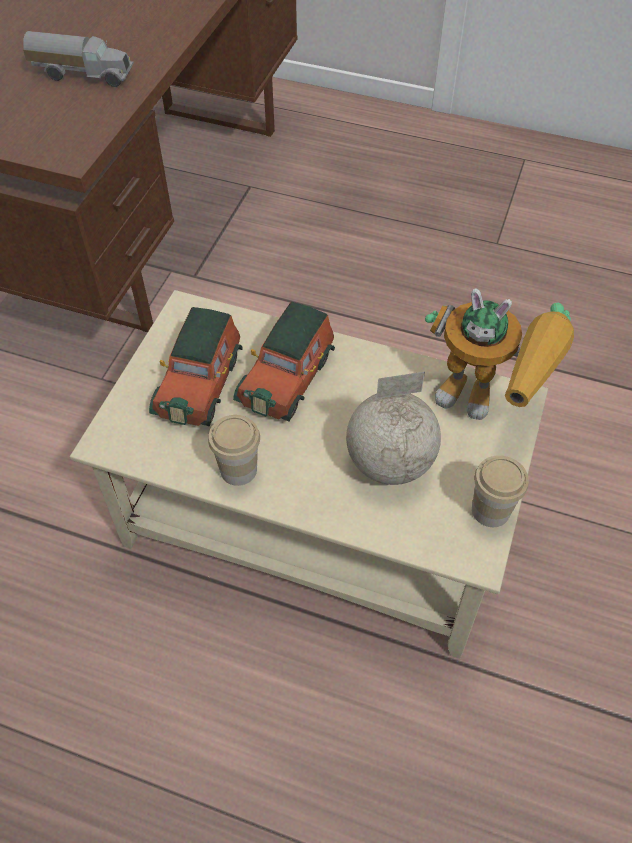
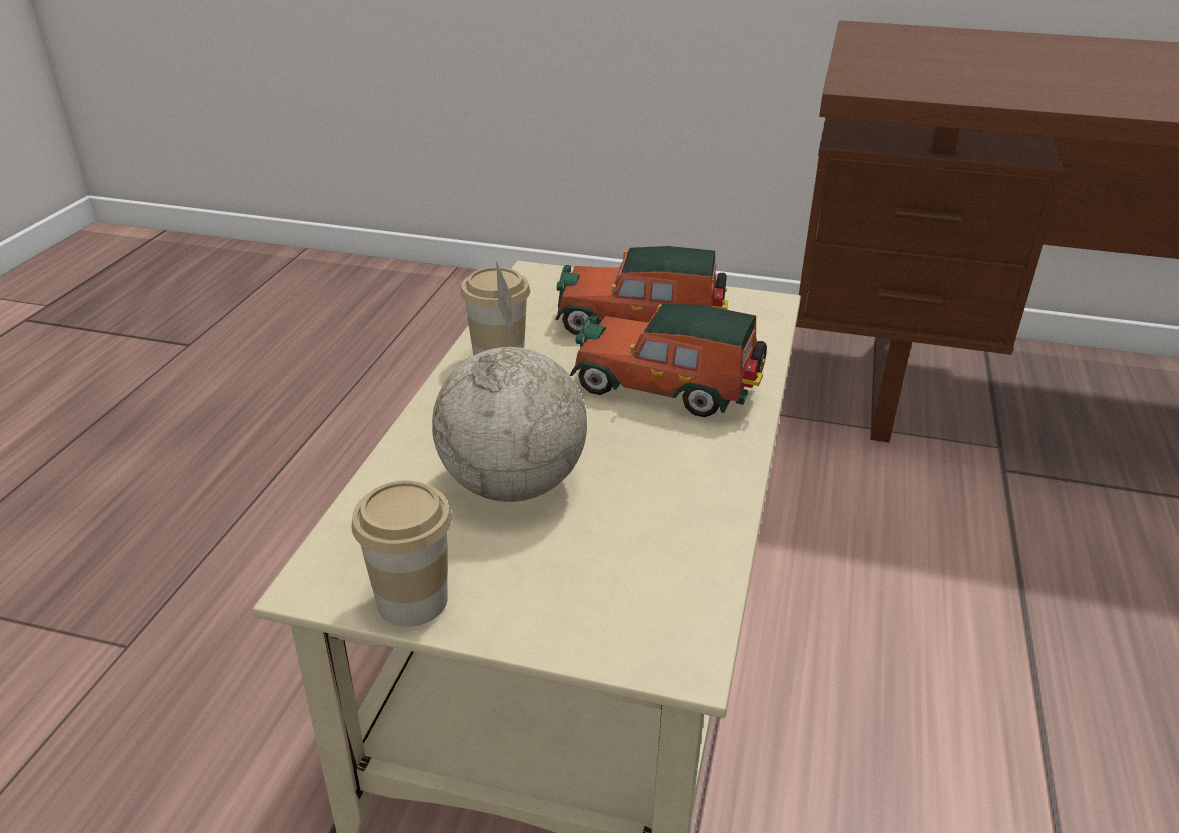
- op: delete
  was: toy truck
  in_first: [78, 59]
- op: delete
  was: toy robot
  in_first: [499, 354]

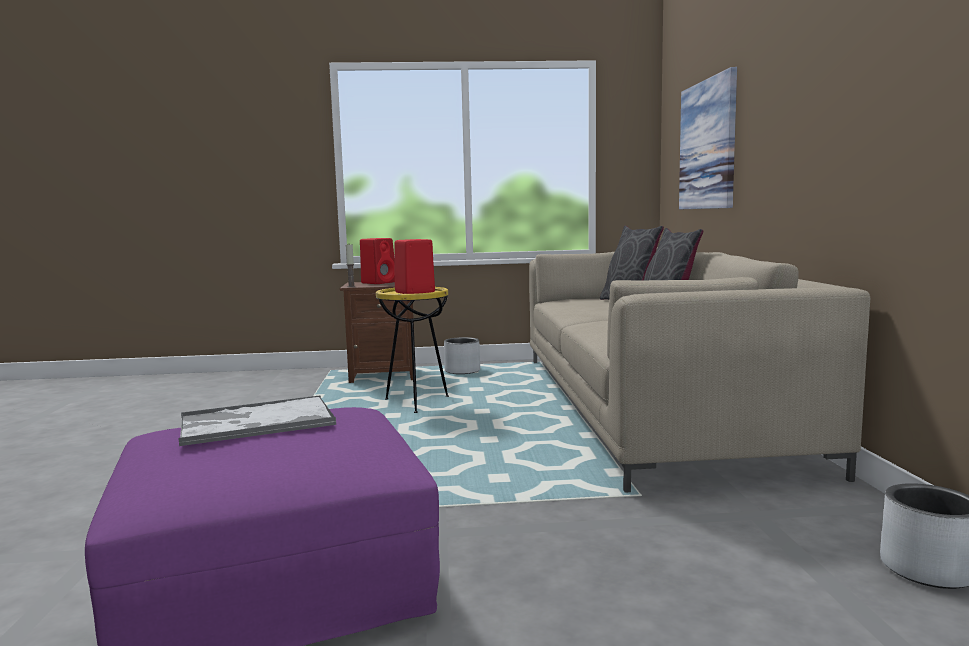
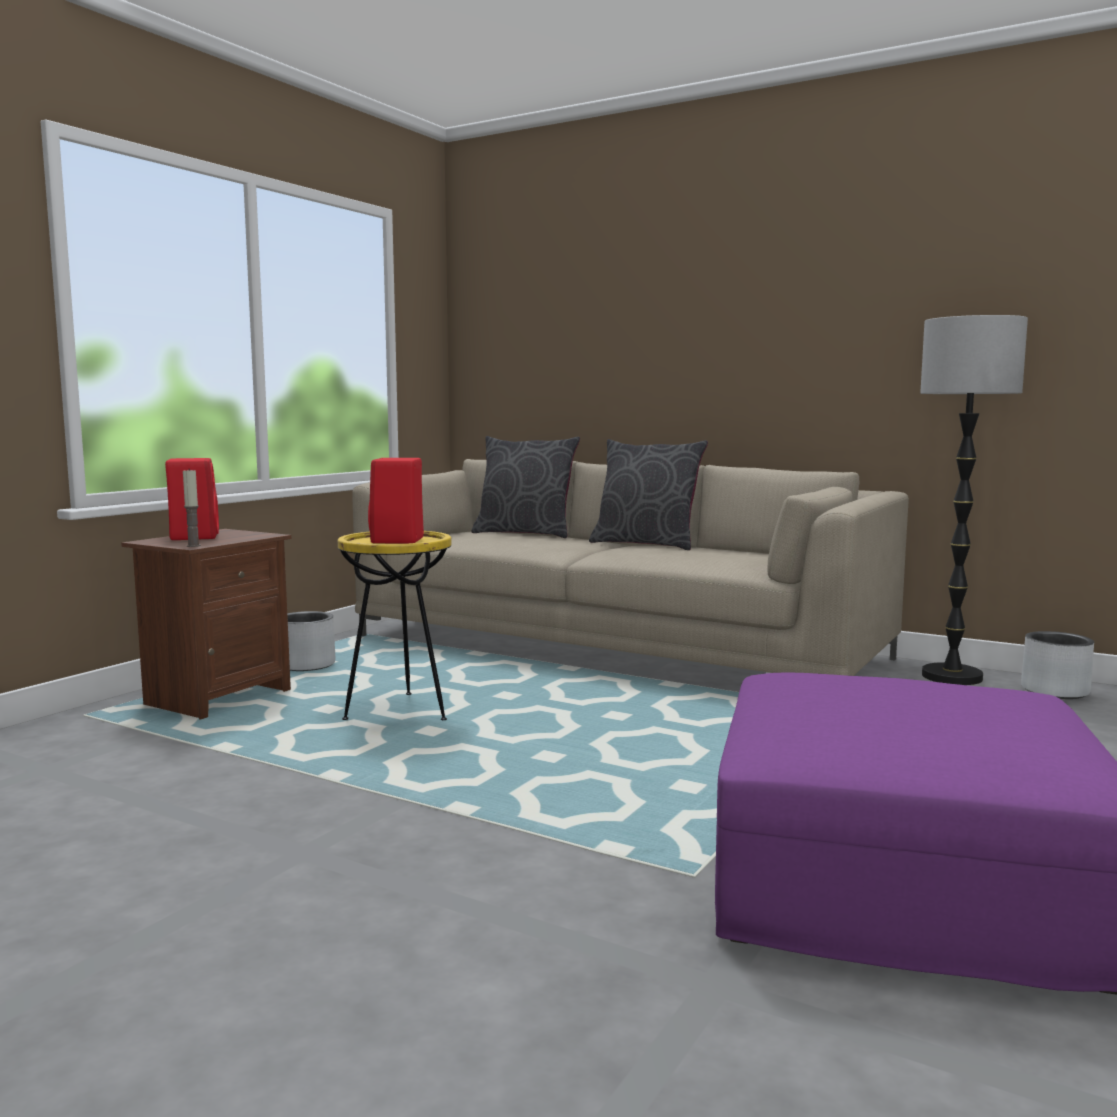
- op: insert
  now: floor lamp
  in_second: [974, 500]
- op: delete
  was: tray
  in_first: [257, 420]
- op: delete
  was: picture
  in_first: [708, 138]

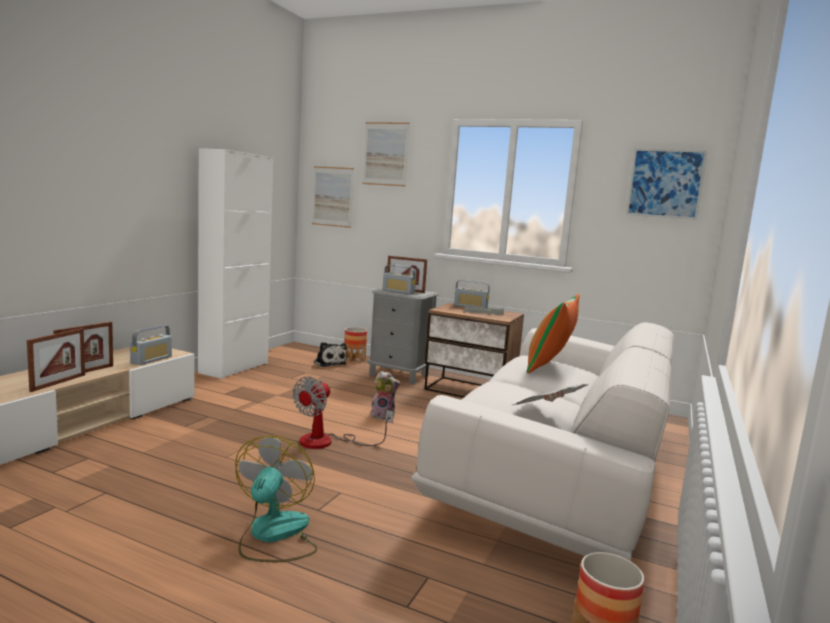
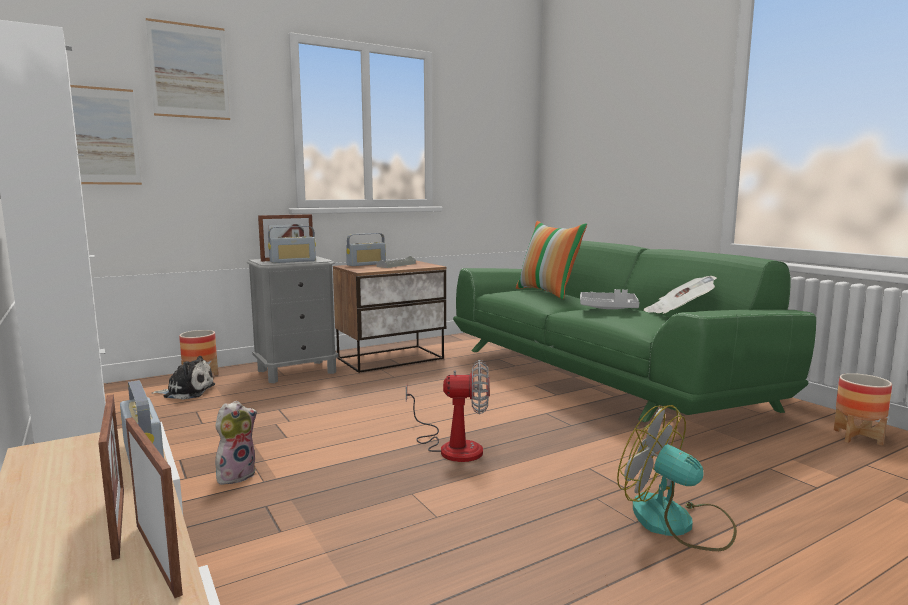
- op: move
  was: plush toy
  in_first: [385, 395]
  in_second: [236, 443]
- op: rotate
  was: fan
  in_first: [343, 412]
  in_second: [448, 411]
  clockwise: -60
- op: recolor
  was: sofa (white)
  now: sofa (green)
  in_first: [543, 441]
  in_second: [634, 331]
- op: insert
  now: tray (grey)
  in_second: [609, 299]
- op: delete
  was: picture
  in_first: [667, 184]

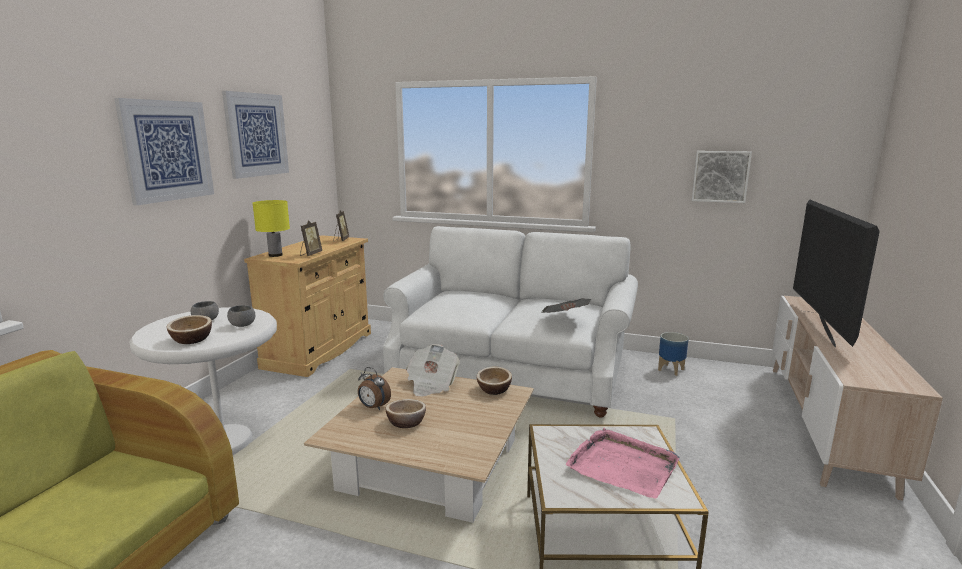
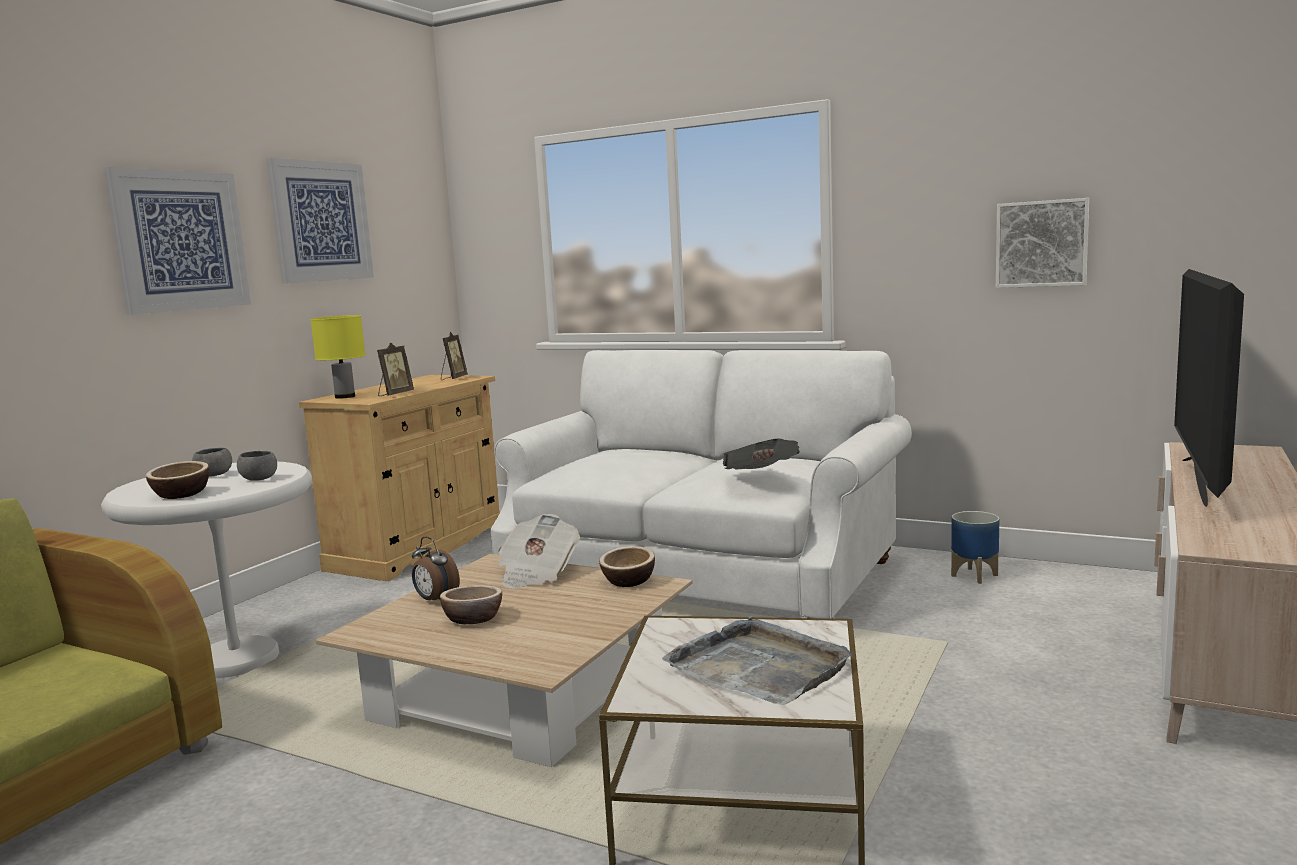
- op: recolor
  was: tray (pink)
  now: tray (grey)
  in_first: [623, 463]
  in_second: [757, 660]

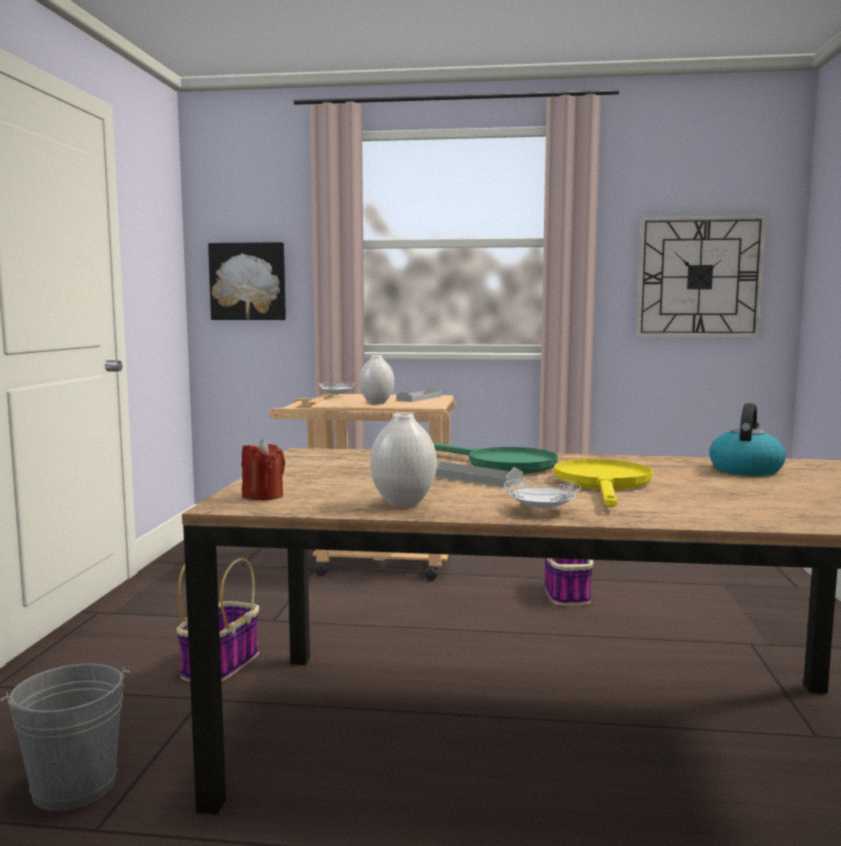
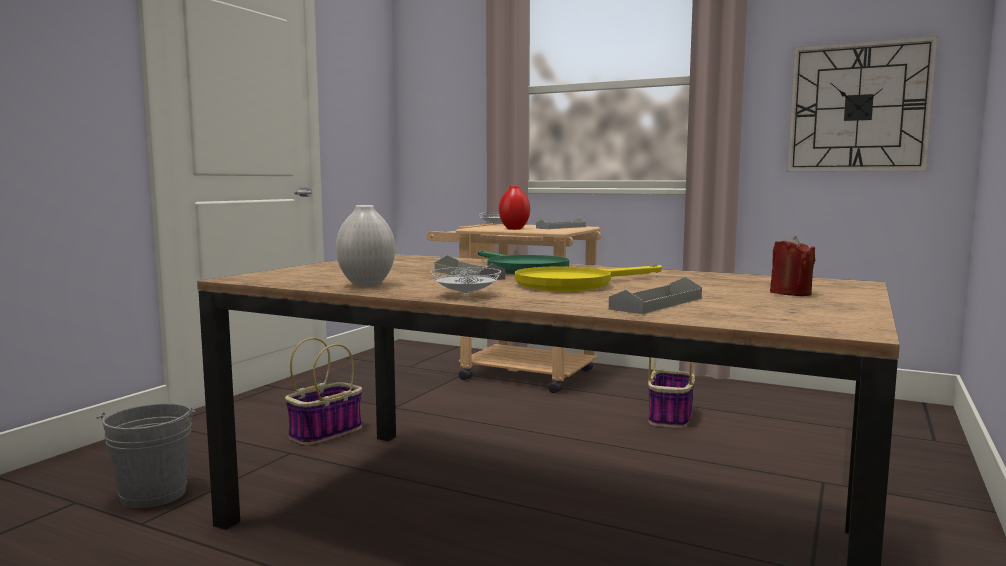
- op: recolor
  was: vase (white)
  now: vase (red)
  in_first: [376, 379]
  in_second: [514, 208]
- op: rotate
  was: frying pan (yellow)
  in_first: [603, 483]
  in_second: [588, 278]
  clockwise: -150
- op: insert
  now: tray (grey)
  in_second: [655, 295]
- op: move
  was: candle (red)
  in_first: [263, 469]
  in_second: [792, 266]
- op: delete
  was: picture
  in_first: [247, 281]
- op: delete
  was: kettle
  in_first: [748, 439]

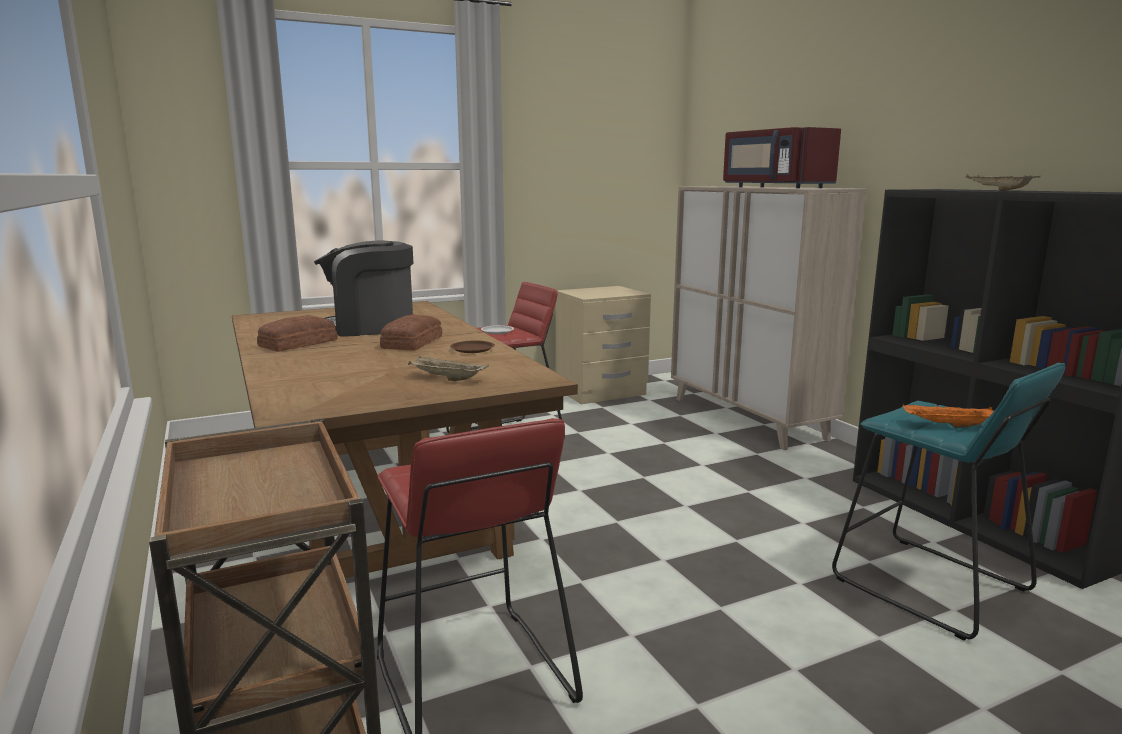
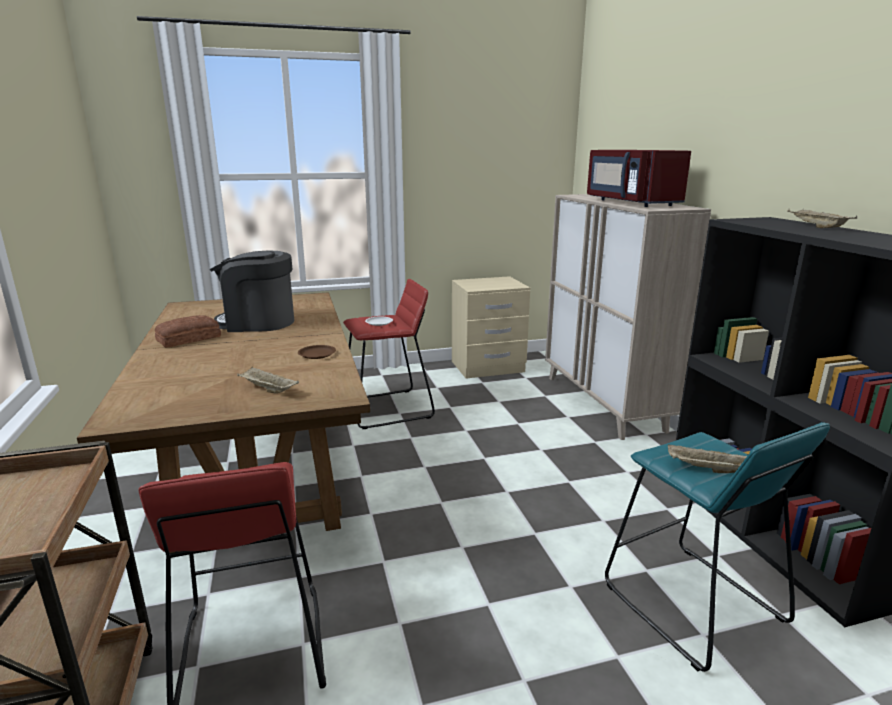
- op: recolor
  was: tray (orange)
  now: tray (beige)
  in_first: [948, 416]
  in_second: [707, 458]
- op: delete
  was: bread
  in_first: [411, 332]

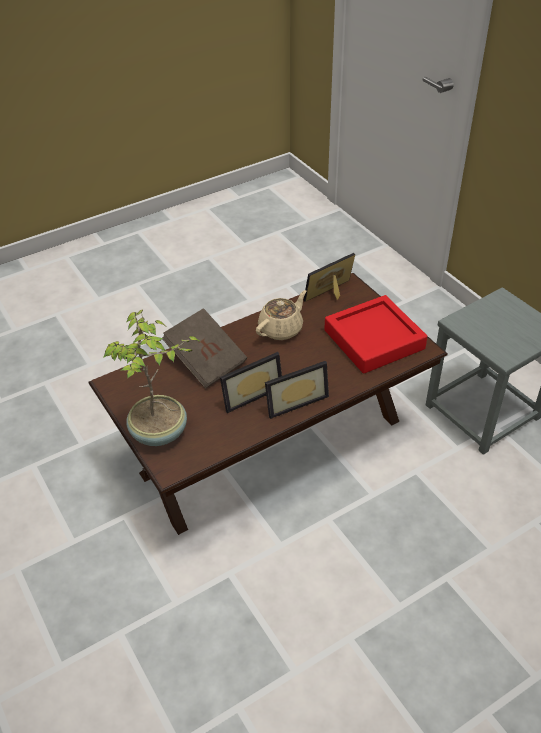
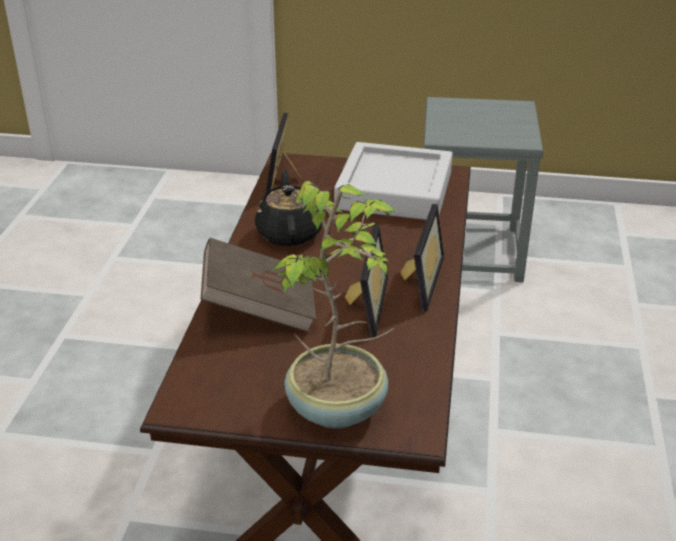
- op: recolor
  was: teapot (beige)
  now: teapot (black)
  in_first: [281, 315]
  in_second: [288, 208]
- op: recolor
  was: tray (red)
  now: tray (grey)
  in_first: [375, 334]
  in_second: [393, 181]

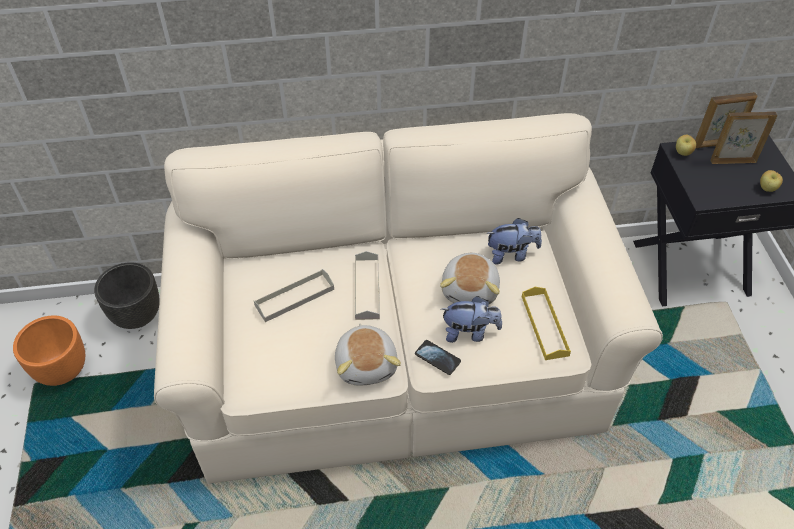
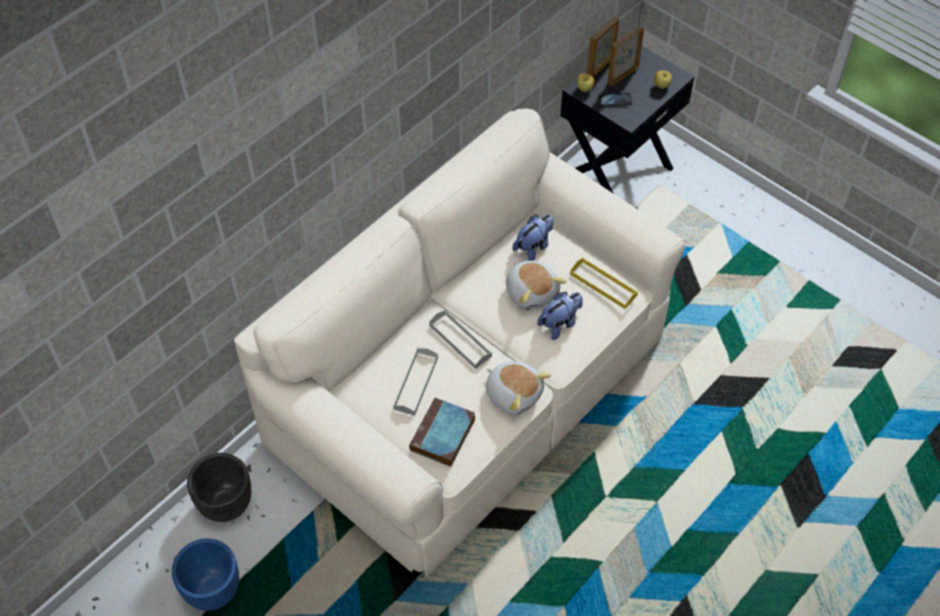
- op: recolor
  was: planter (orange)
  now: planter (blue)
  in_first: [49, 350]
  in_second: [205, 574]
- op: insert
  now: book
  in_second: [442, 432]
- op: move
  was: phone
  in_first: [438, 357]
  in_second: [615, 100]

